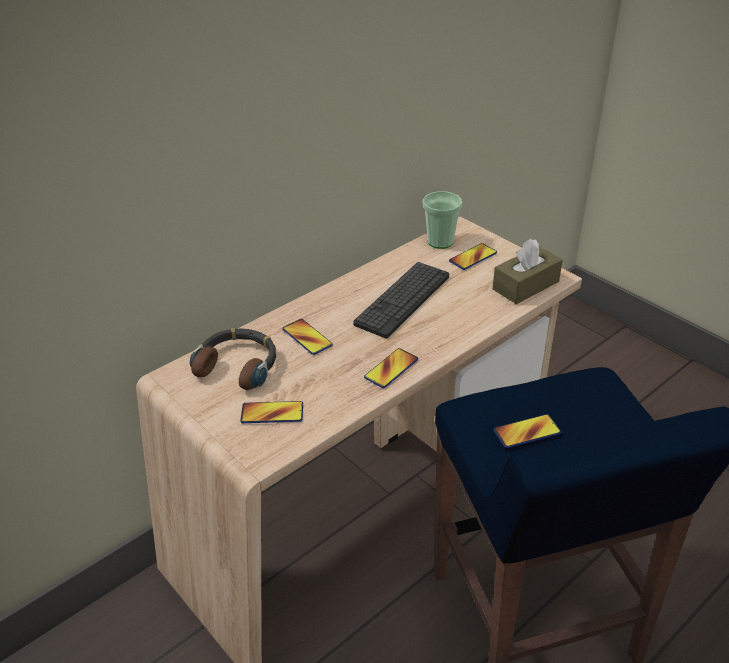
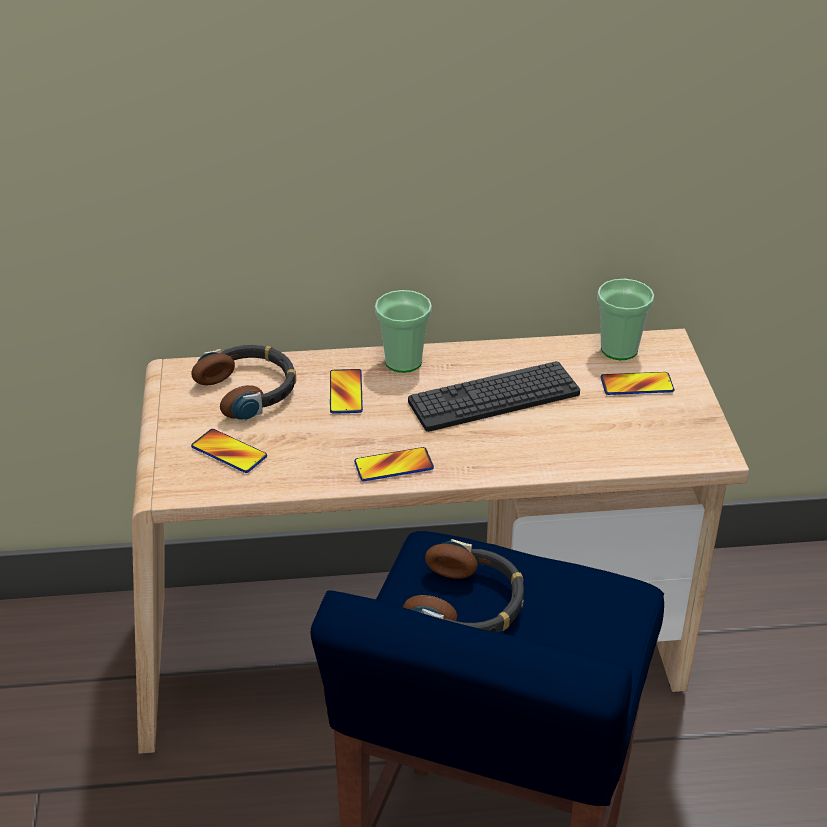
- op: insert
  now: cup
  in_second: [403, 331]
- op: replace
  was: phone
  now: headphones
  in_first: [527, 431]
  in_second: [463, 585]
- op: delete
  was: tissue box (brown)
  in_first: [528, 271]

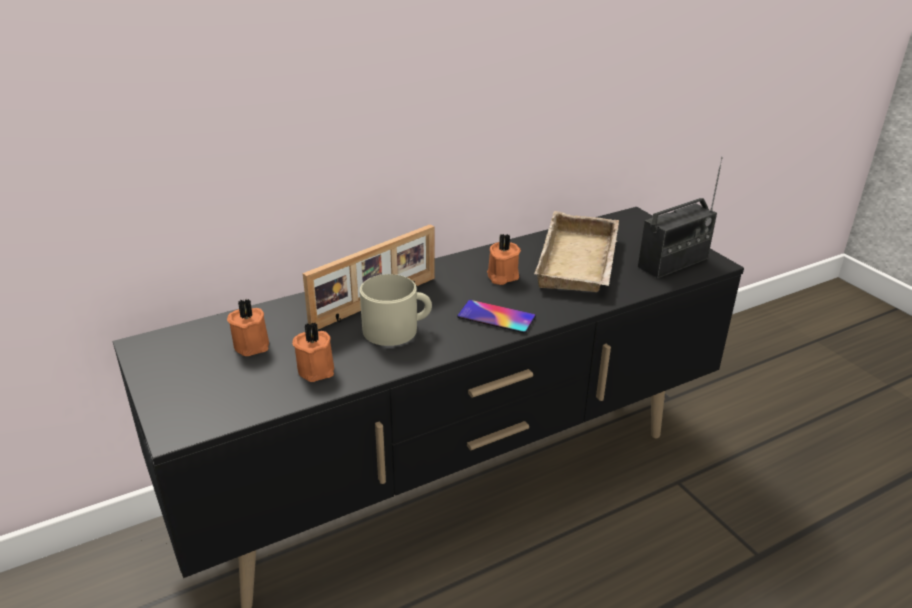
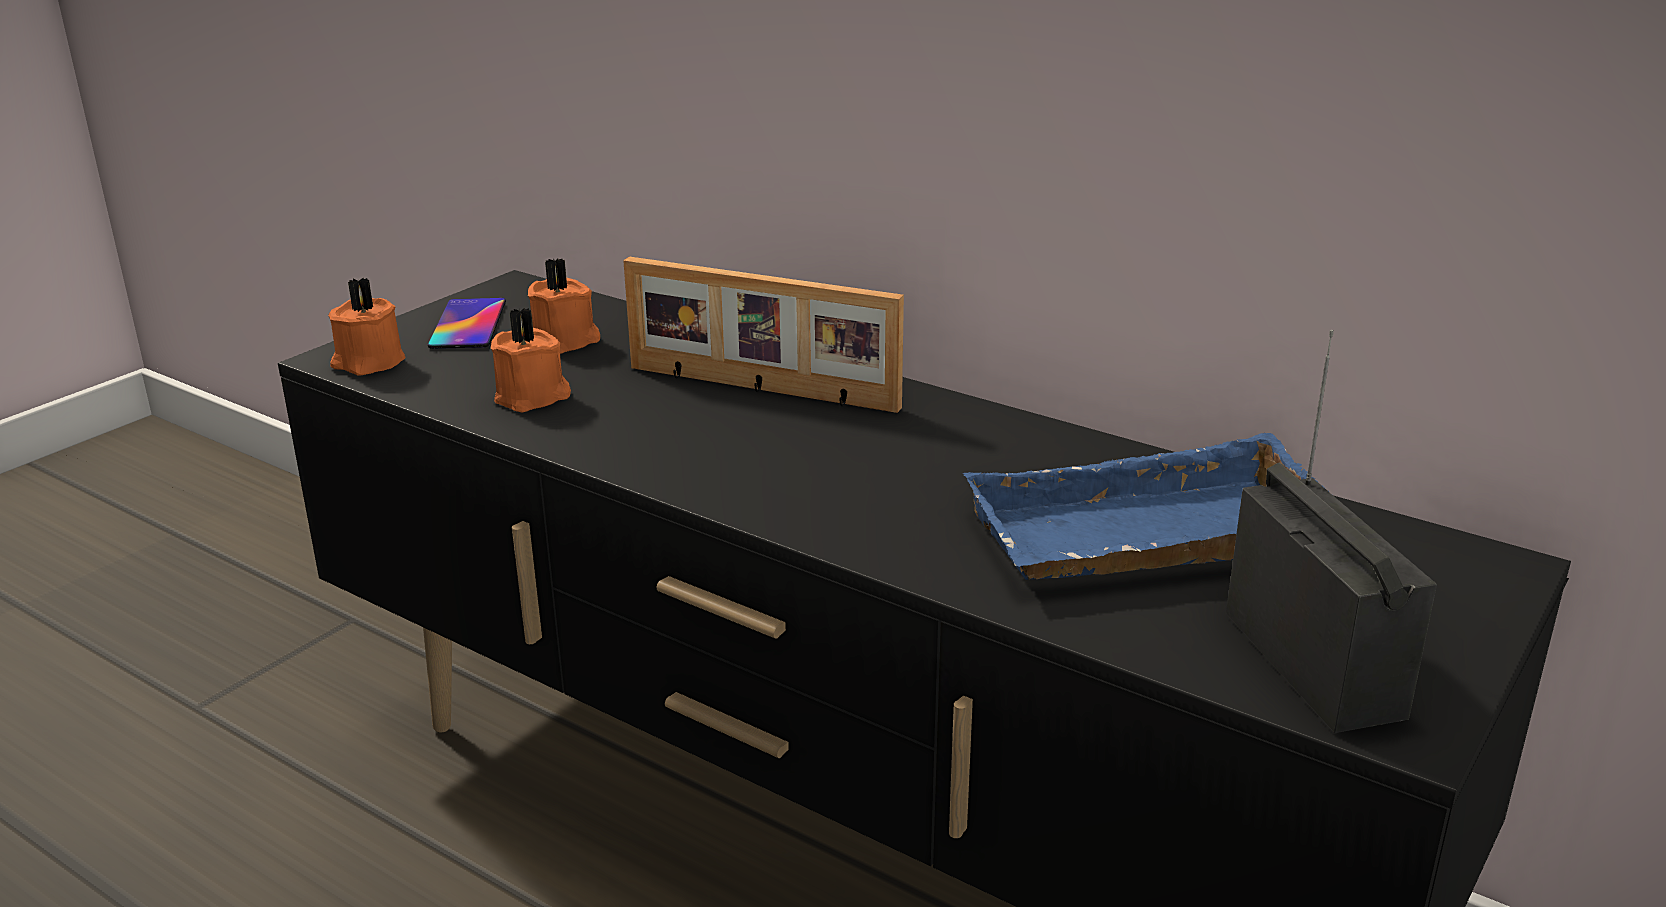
- op: move
  was: candle (orange)
  in_first: [504, 259]
  in_second: [367, 326]
- op: move
  was: phone
  in_first: [496, 316]
  in_second: [467, 323]
- op: recolor
  was: tray (beige)
  now: tray (blue)
  in_first: [576, 251]
  in_second: [1146, 506]
- op: rotate
  was: radio
  in_first: [680, 217]
  in_second: [1331, 531]
  clockwise: -135
- op: delete
  was: mug (beige)
  in_first: [396, 310]

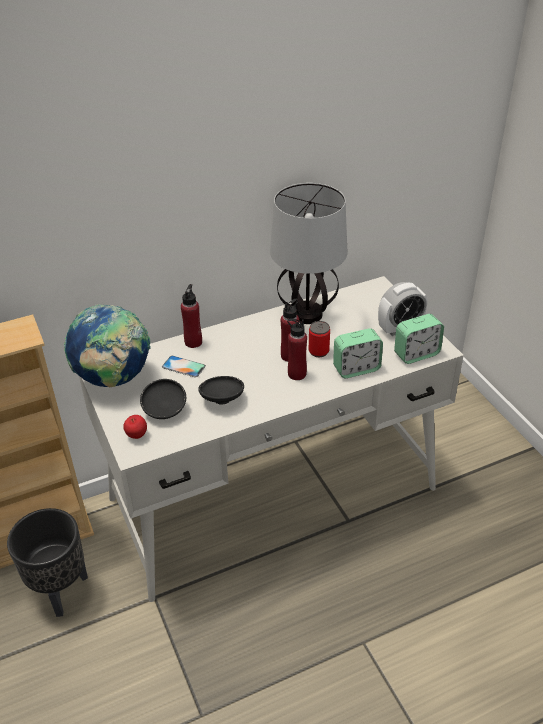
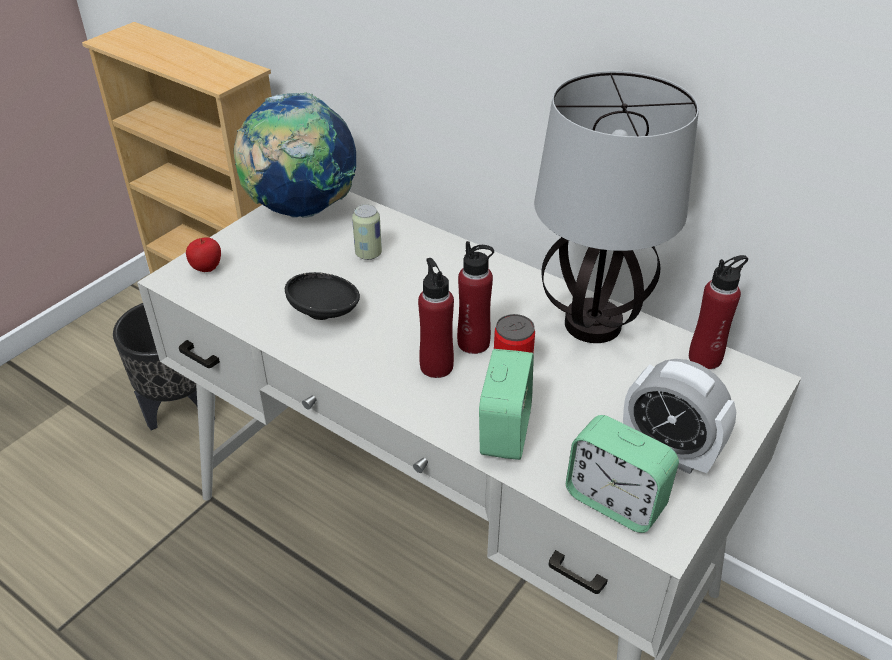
- op: replace
  was: phone
  now: can
  in_first: [184, 366]
  in_second: [367, 232]
- op: rotate
  was: alarm clock
  in_first: [358, 353]
  in_second: [506, 404]
  clockwise: -120
- op: move
  was: bottle (red)
  in_first: [191, 316]
  in_second: [718, 312]
- op: delete
  was: bowl (black)
  in_first: [163, 399]

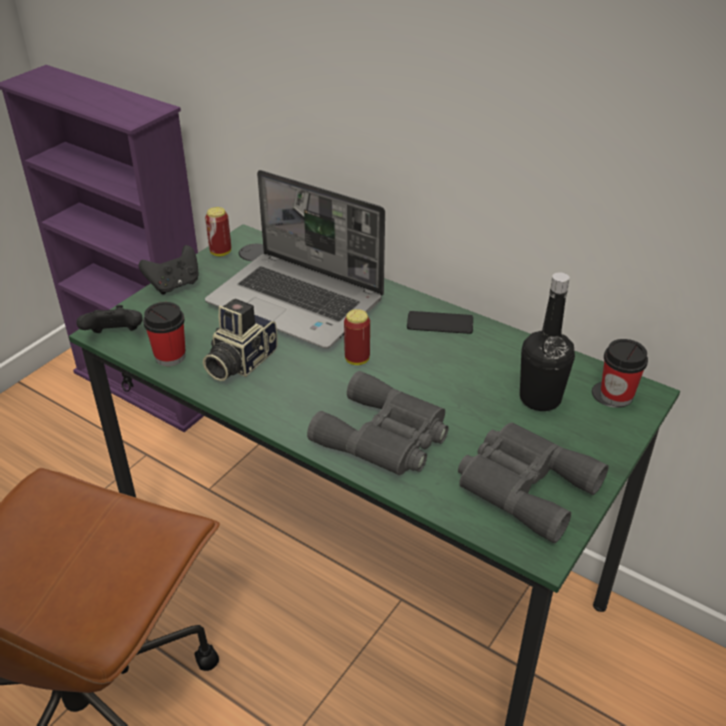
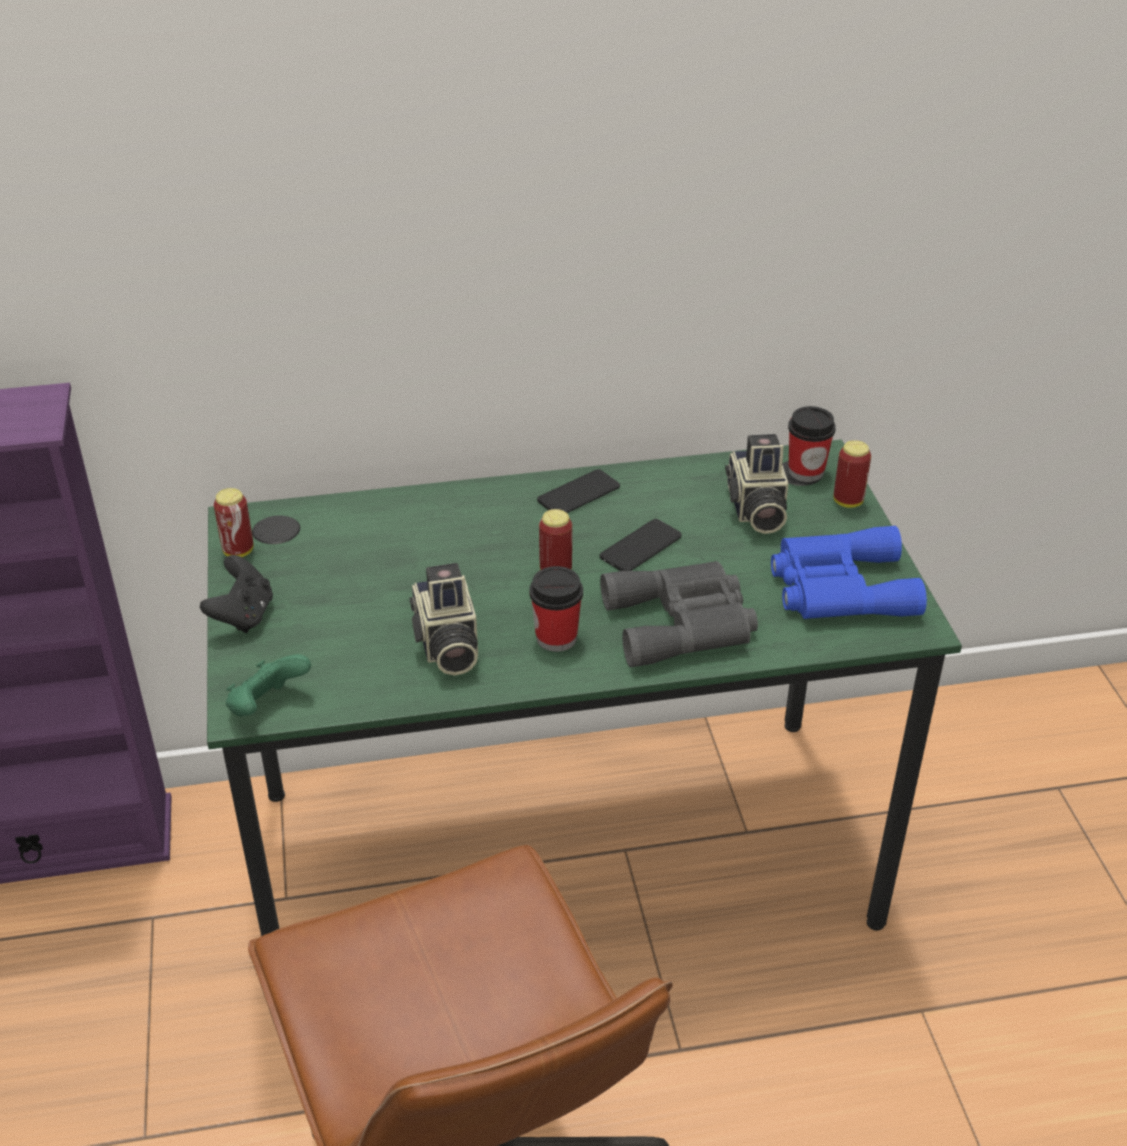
- op: recolor
  was: game controller (black)
  now: game controller (green)
  in_first: [109, 319]
  in_second: [268, 685]
- op: move
  was: cup
  in_first: [164, 334]
  in_second: [556, 609]
- op: insert
  now: phone
  in_second: [641, 545]
- op: replace
  was: bottle (black)
  now: photo camera
  in_first: [547, 341]
  in_second: [756, 484]
- op: recolor
  was: binoculars (grey)
  now: binoculars (blue)
  in_first: [533, 482]
  in_second: [849, 572]
- op: insert
  now: can
  in_second: [852, 474]
- op: delete
  was: laptop
  in_first: [295, 259]

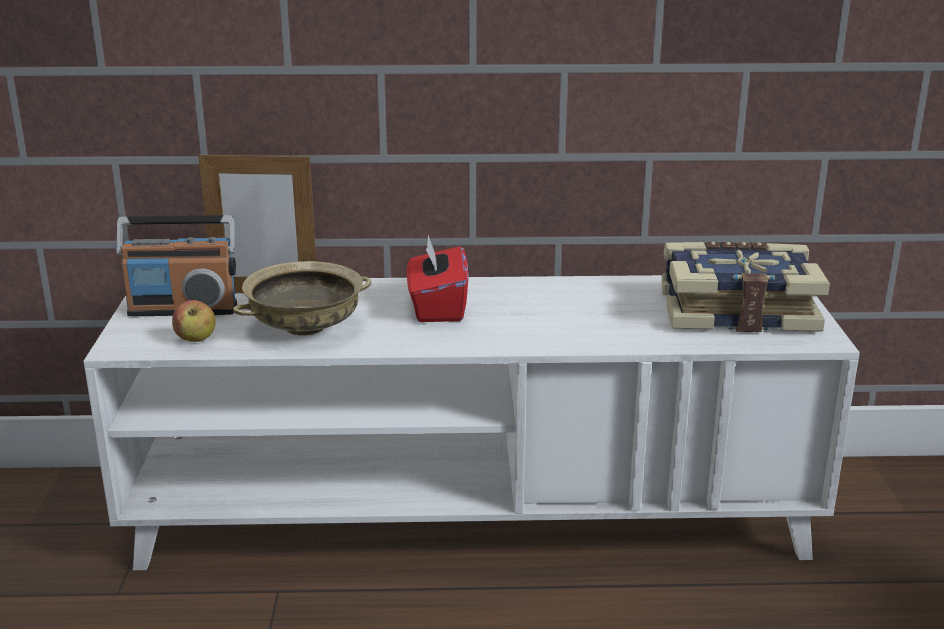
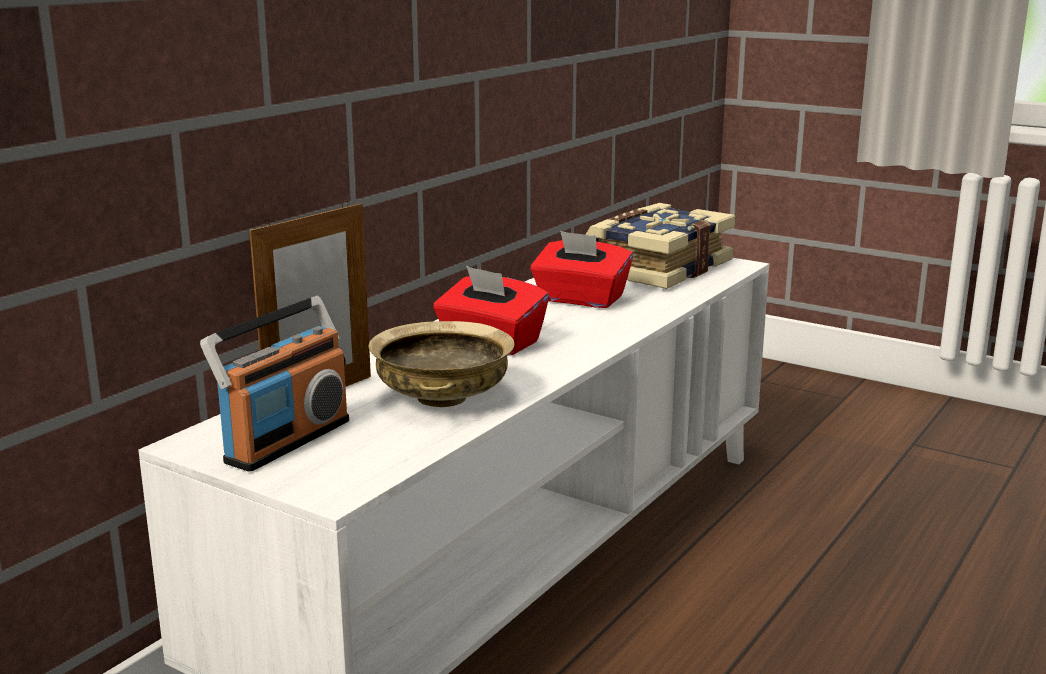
- op: insert
  now: tissue box (red)
  in_second: [581, 269]
- op: delete
  was: apple
  in_first: [194, 321]

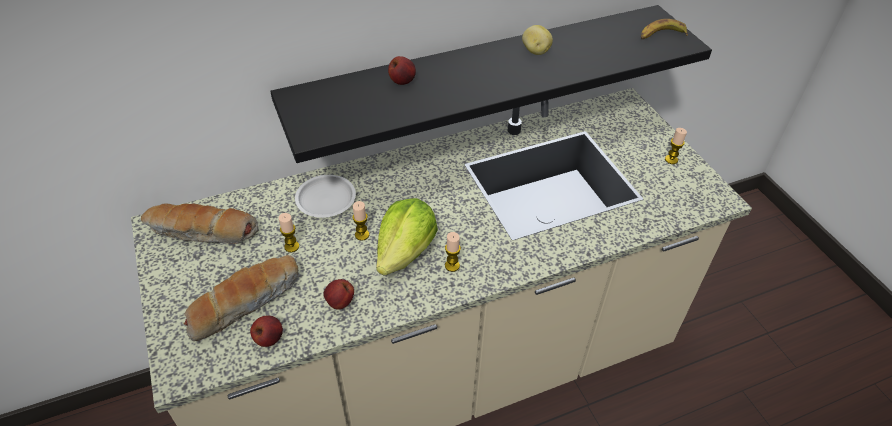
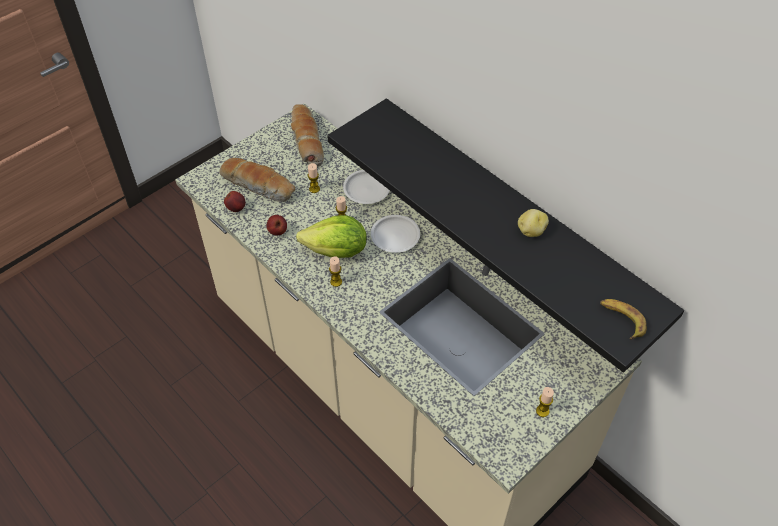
- op: insert
  now: plate (white)
  in_second: [395, 234]
- op: delete
  was: apple
  in_first: [402, 70]

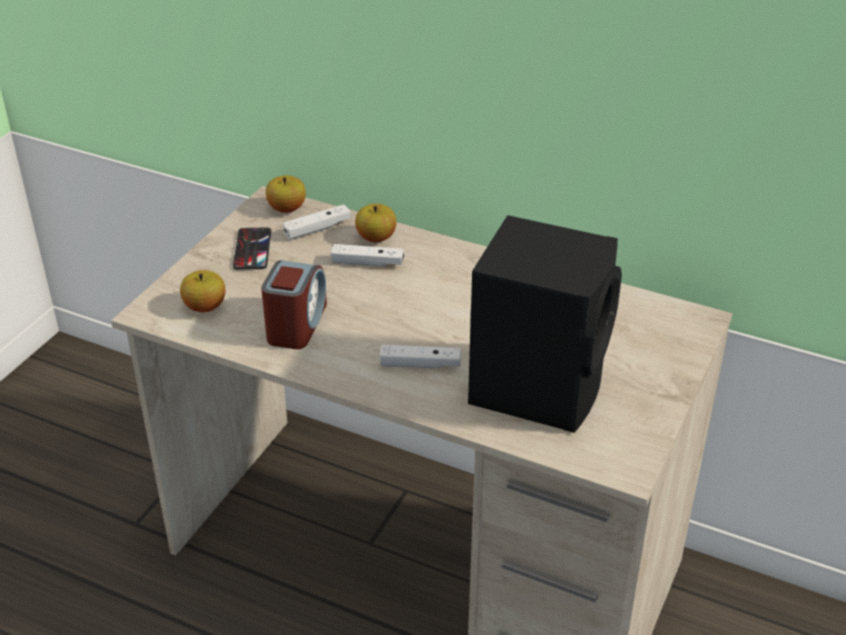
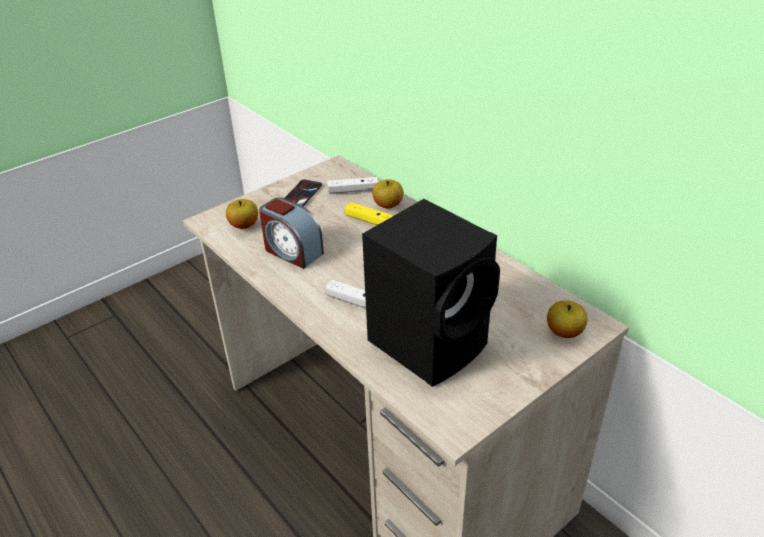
- op: rotate
  was: alarm clock
  in_first: [294, 304]
  in_second: [291, 233]
  clockwise: 90
- op: recolor
  was: game controller (white)
  now: game controller (yellow)
  in_first: [367, 255]
  in_second: [369, 213]
- op: move
  was: apple
  in_first: [286, 194]
  in_second: [567, 319]

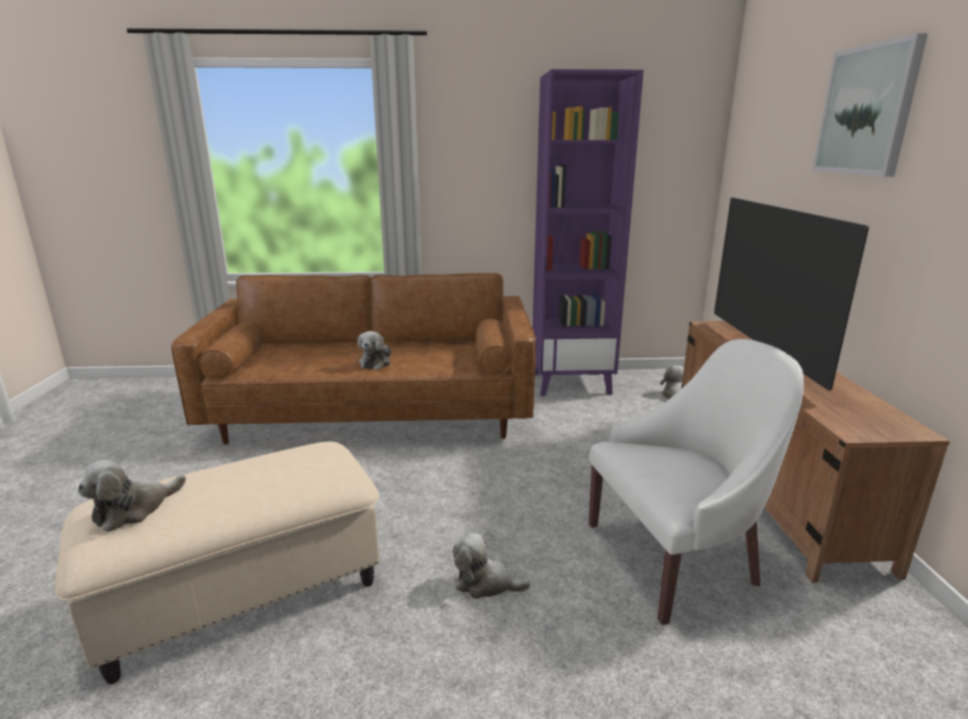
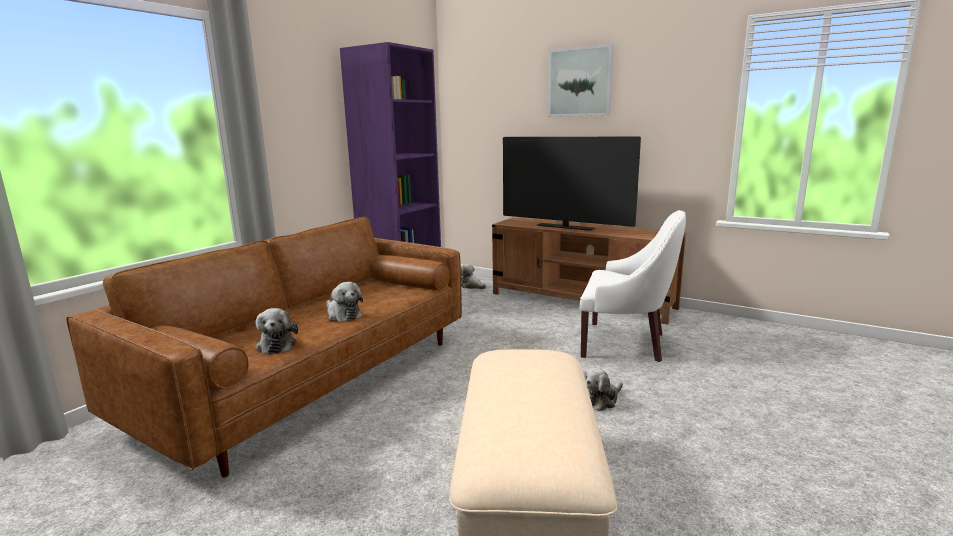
- op: move
  was: plush toy
  in_first: [132, 496]
  in_second: [277, 331]
- op: rotate
  was: armchair (white)
  in_first: [696, 482]
  in_second: [633, 286]
  clockwise: 90

